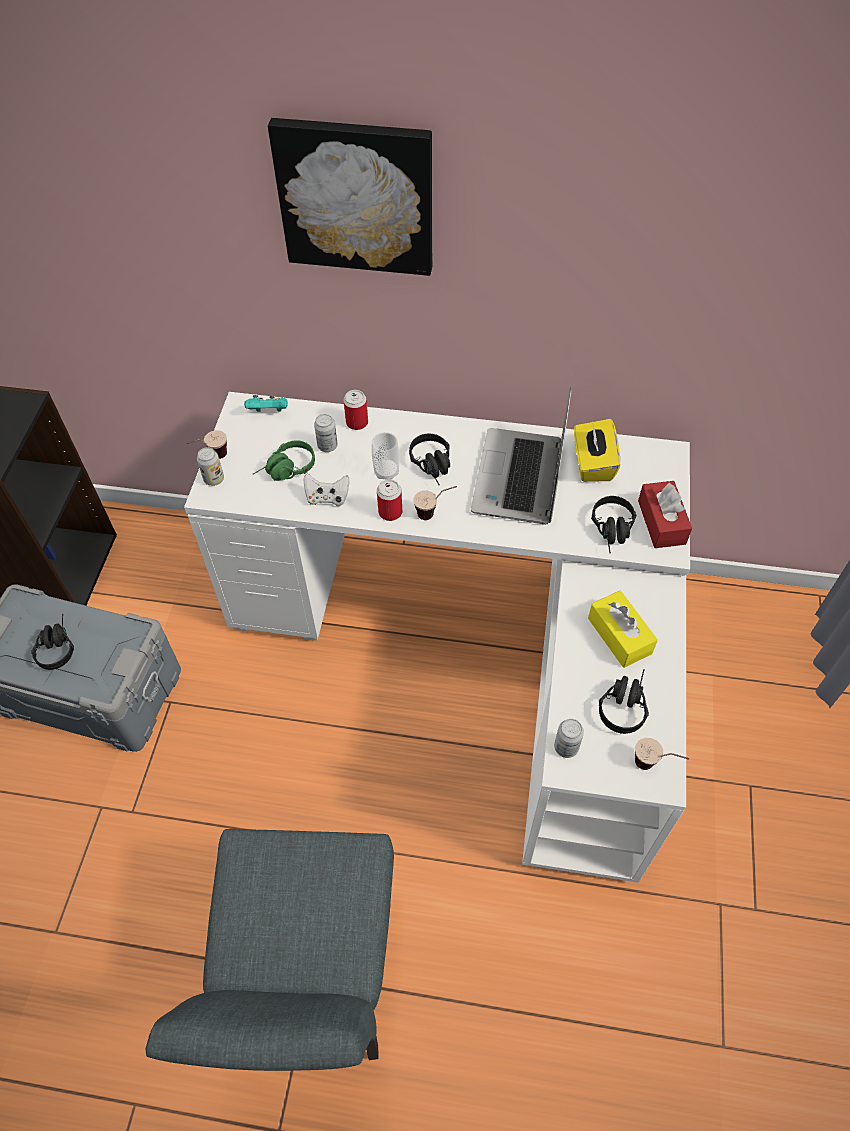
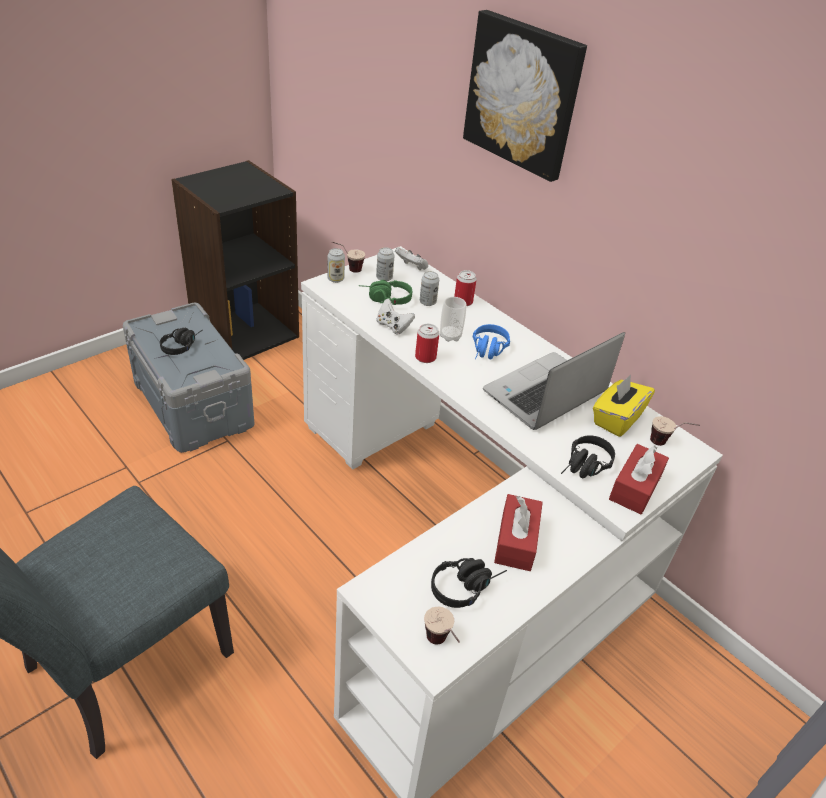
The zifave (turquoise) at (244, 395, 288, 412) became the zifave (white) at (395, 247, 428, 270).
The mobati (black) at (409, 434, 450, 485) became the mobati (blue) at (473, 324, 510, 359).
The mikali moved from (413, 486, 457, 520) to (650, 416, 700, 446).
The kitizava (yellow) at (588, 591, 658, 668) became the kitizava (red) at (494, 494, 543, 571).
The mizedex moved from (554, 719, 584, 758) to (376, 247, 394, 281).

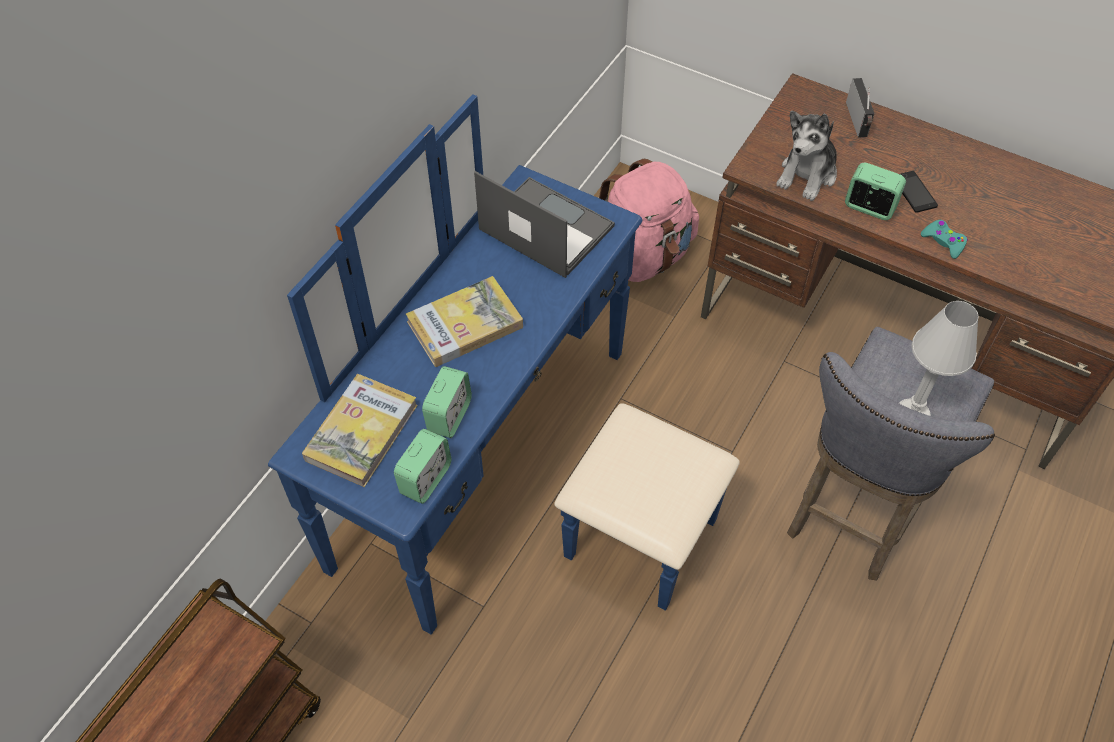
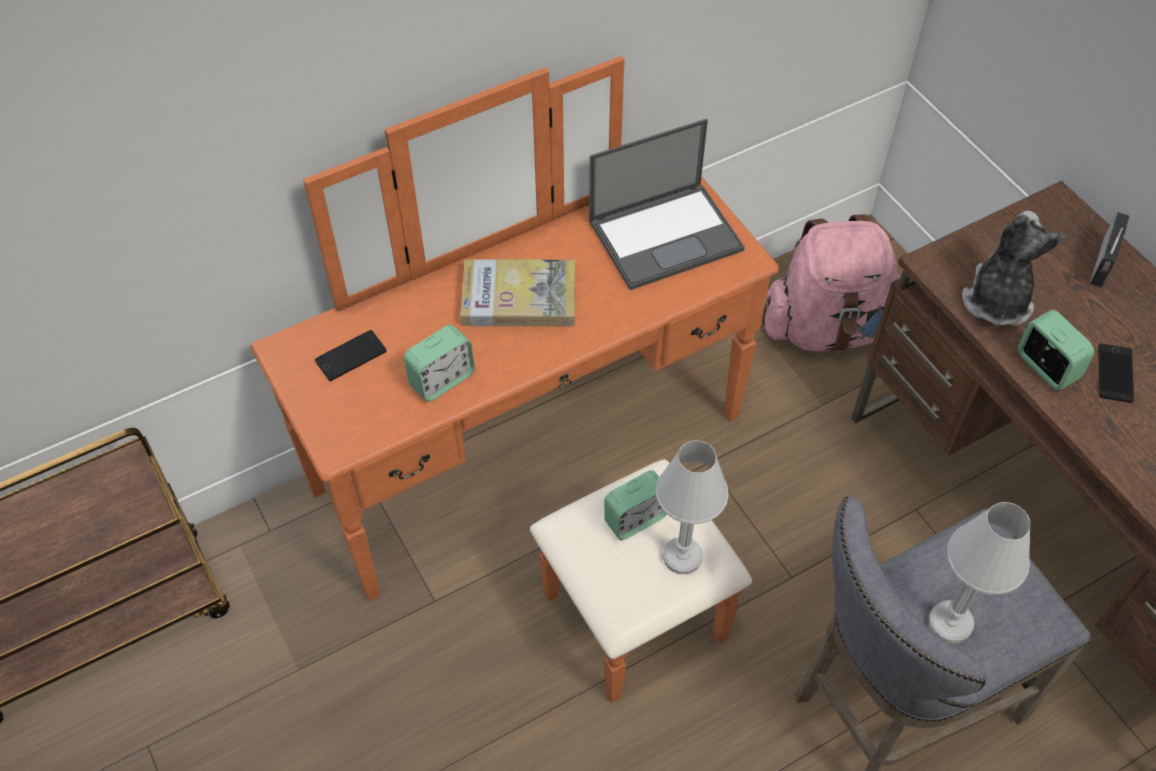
The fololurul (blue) at (268, 94, 740, 635) became the fololurul (orange) at (250, 56, 779, 703).
The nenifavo at (776, 111, 837, 201) turned 135 degrees clockwise.
The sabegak at (474, 171, 615, 278) turned 90 degrees clockwise.
The zifave (turquoise) at (921, 220, 968, 259) disappeared.
The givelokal at (302, 374, 418, 487) was replaced by the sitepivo at (315, 330, 387, 381).
The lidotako moved from (394, 429, 451, 504) to (604, 470, 667, 540).
The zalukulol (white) at (656, 440, 729, 574) appeared.

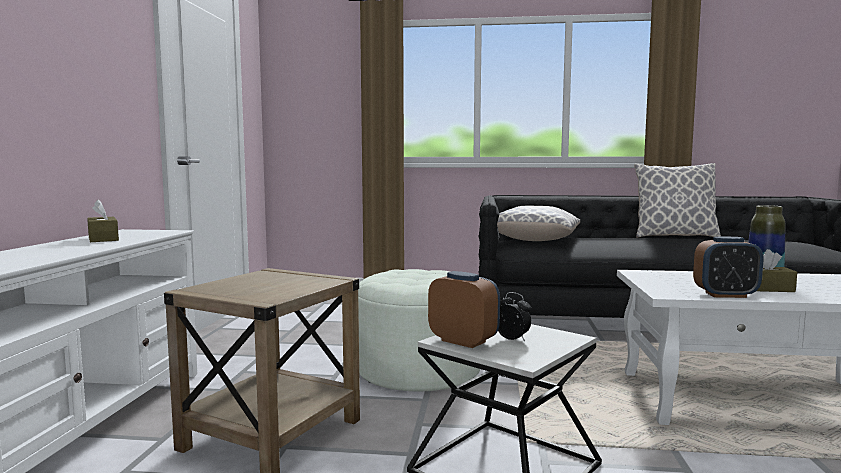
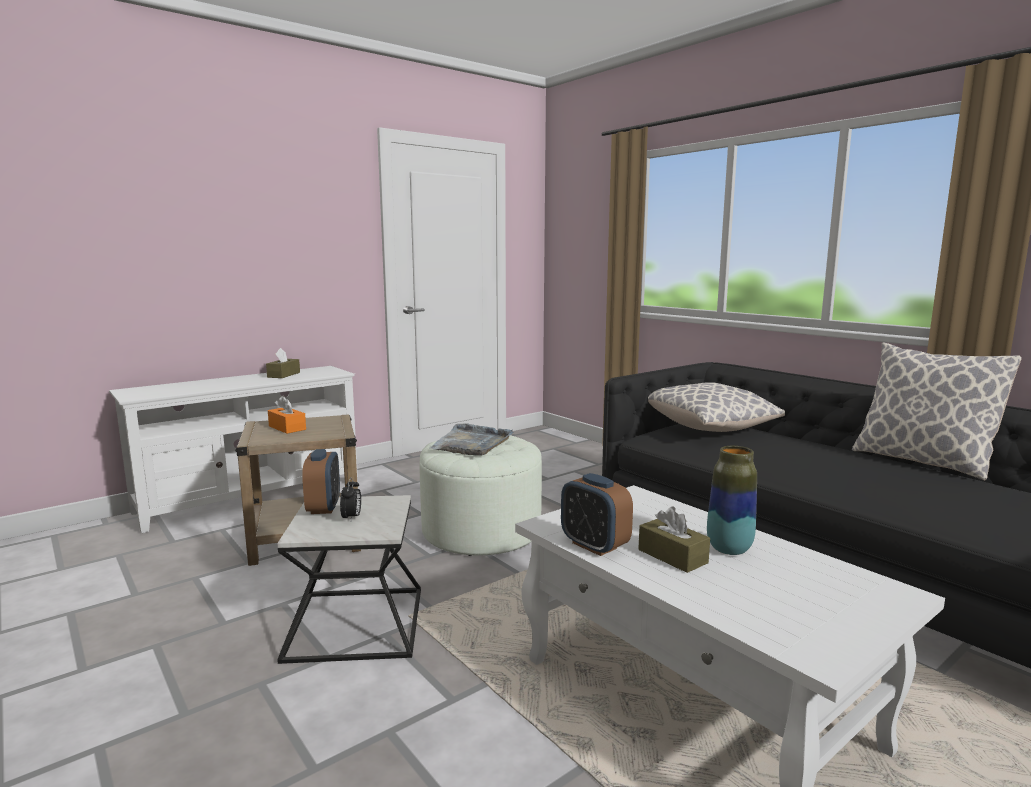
The kitizava (orange) at (268, 396, 306, 434) appeared.
The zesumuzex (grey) at (430, 423, 514, 456) appeared.

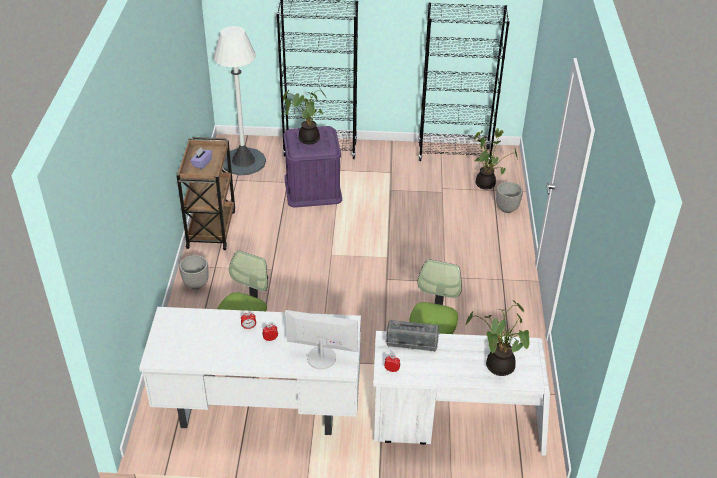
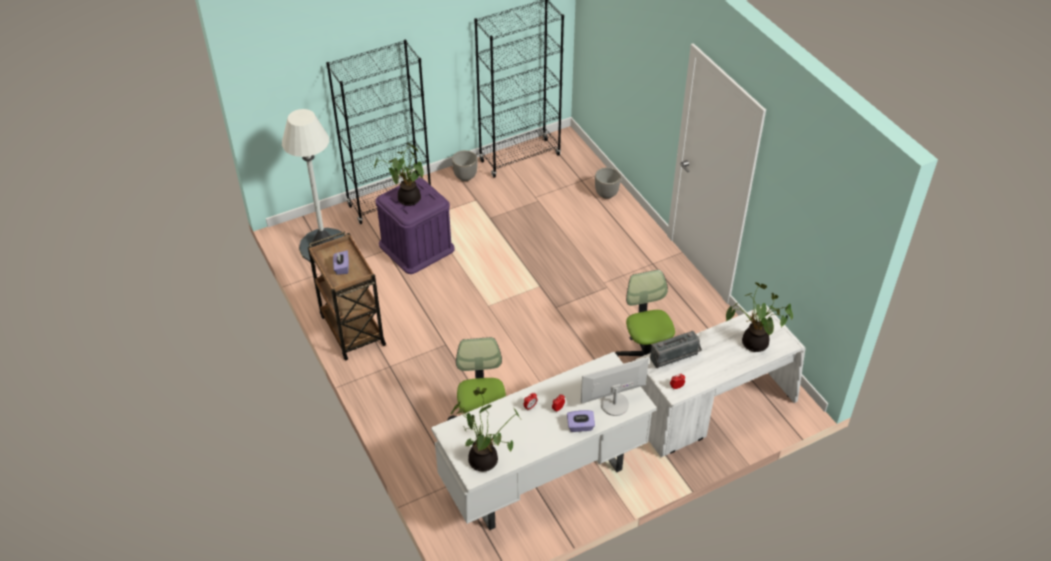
The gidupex moved from (474, 128, 518, 190) to (451, 387, 520, 472).
The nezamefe moved from (179, 255, 209, 290) to (452, 150, 478, 181).
The kitizava (purple) at (567, 410, 595, 432) appeared.

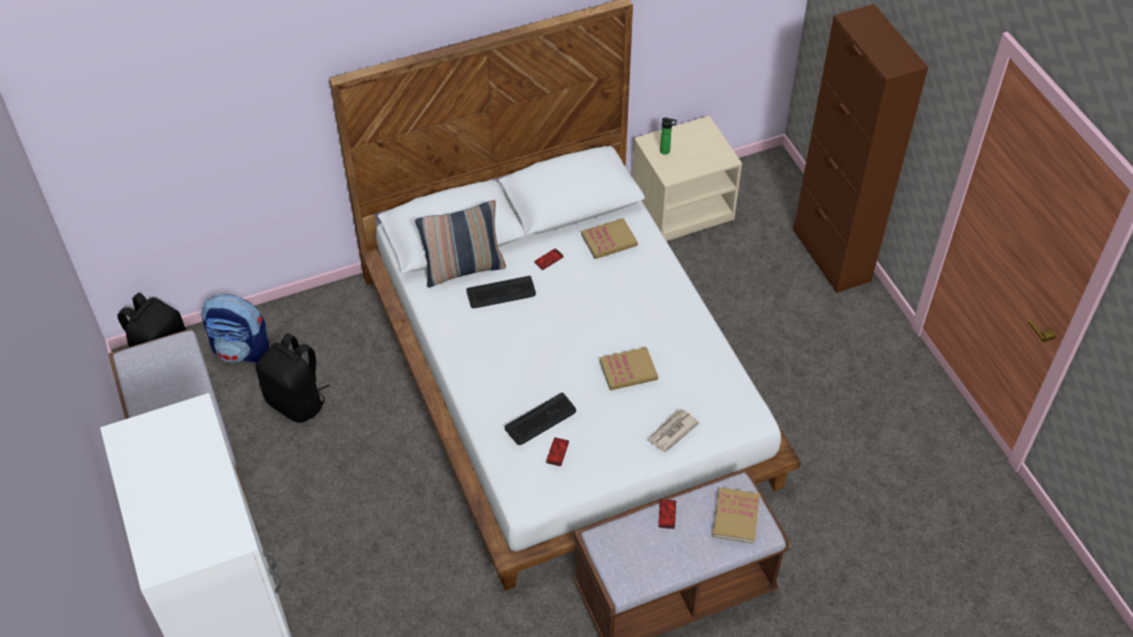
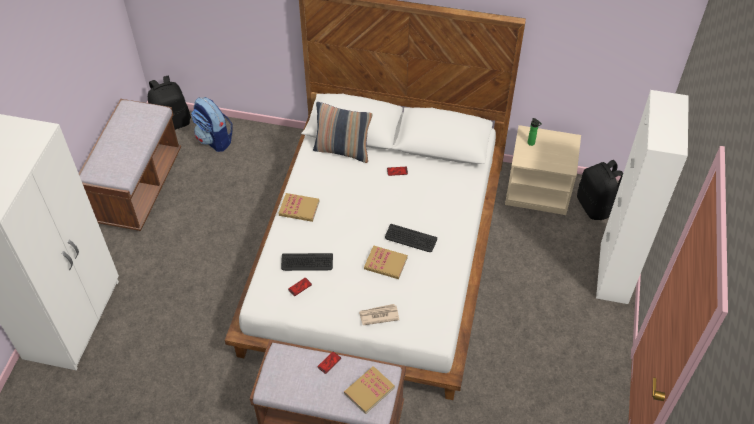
The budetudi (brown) at (793, 4, 928, 293) became the budetudi (white) at (596, 90, 689, 304).
The givelokal moved from (581, 218, 638, 259) to (279, 193, 320, 222).
The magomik moved from (466, 276, 536, 308) to (385, 224, 437, 252).
The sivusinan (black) moved from (255, 333, 330, 423) to (577, 160, 623, 220).

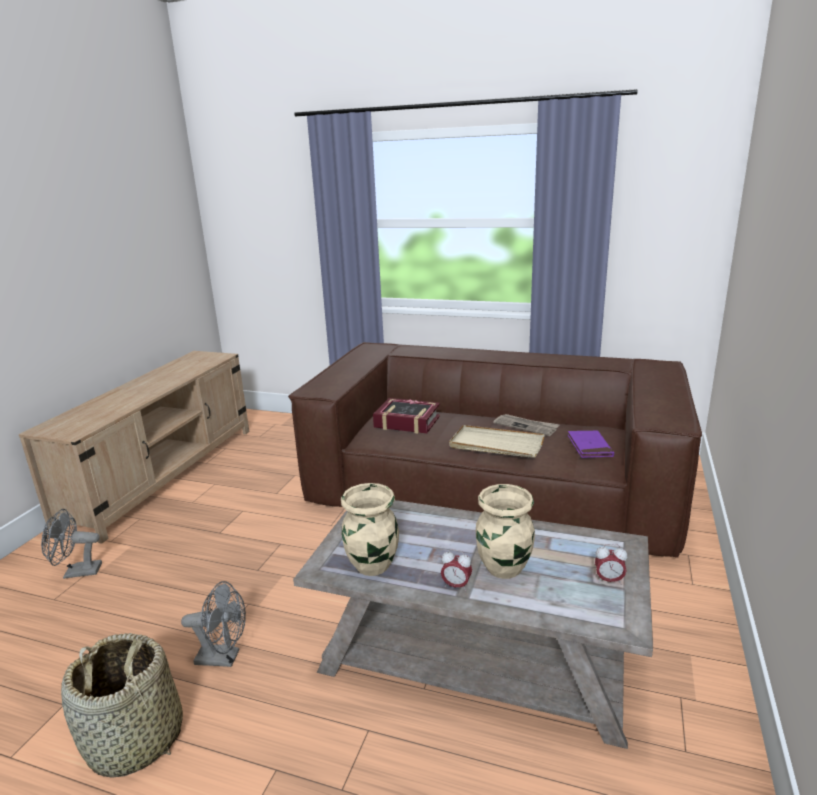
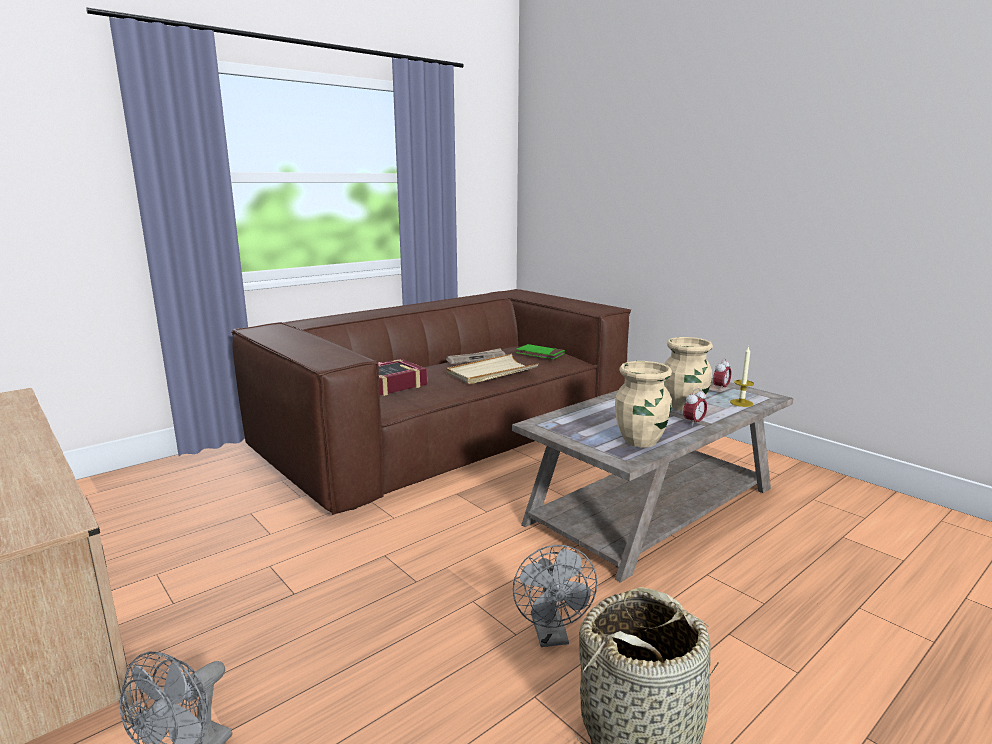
The givelokal (purple) at (568, 430, 614, 458) became the givelokal (green) at (516, 344, 565, 359).
The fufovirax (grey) at (181, 581, 246, 667) turned 135 degrees clockwise.
The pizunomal at (730, 346, 754, 407) appeared.

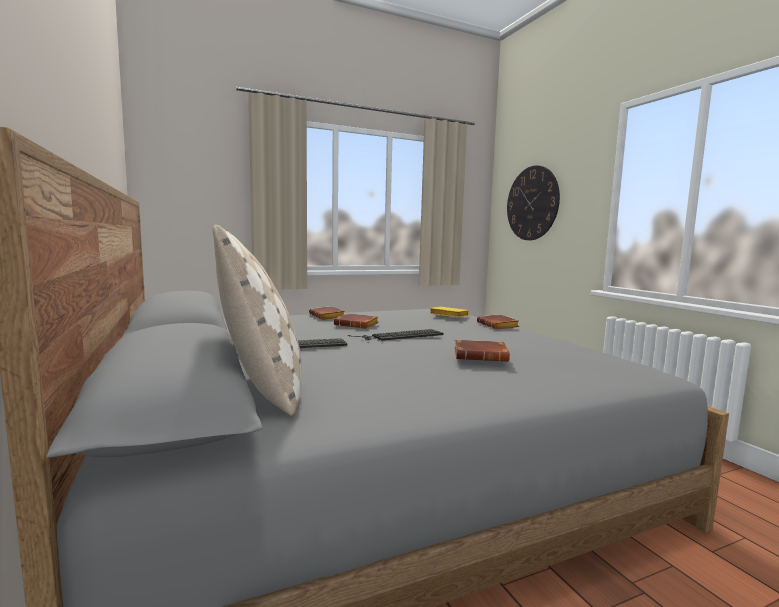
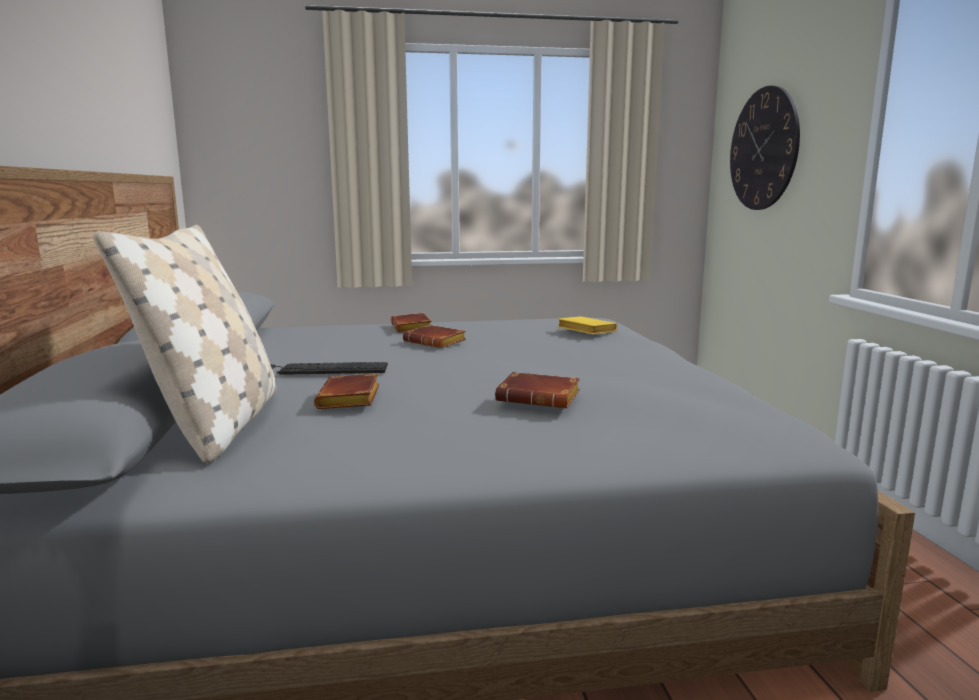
The givelokal (brown) moved from (477, 314, 519, 329) to (314, 373, 379, 409).
The magomik at (348, 329, 444, 341) disappeared.

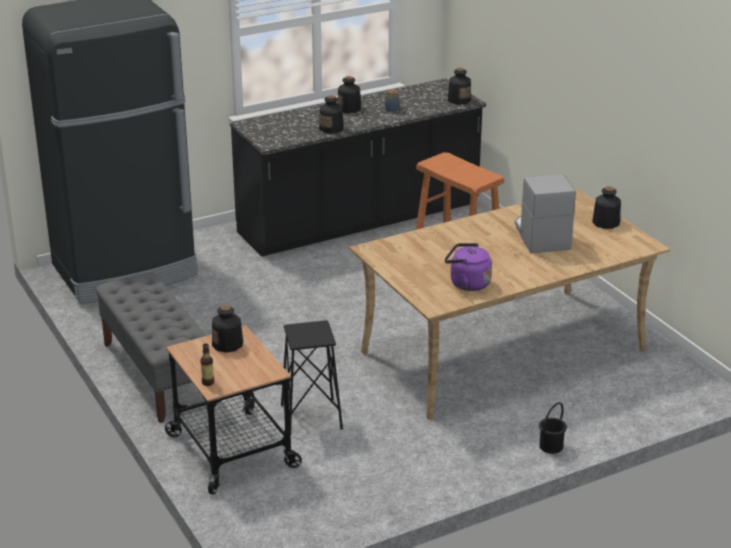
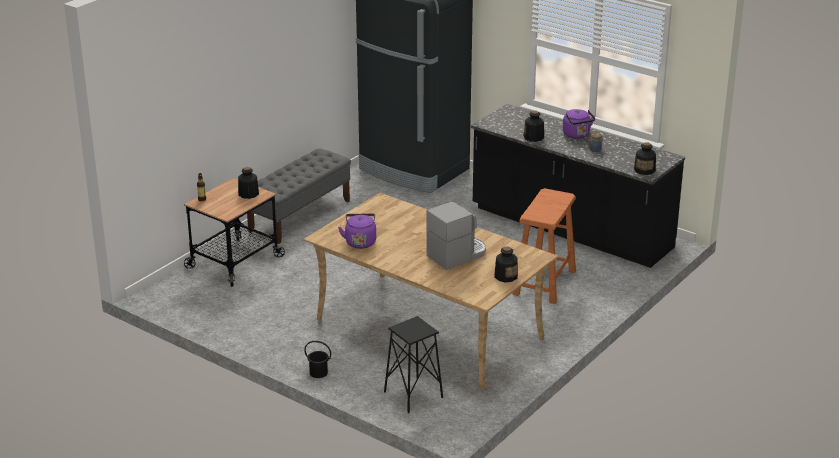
The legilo at (337, 76, 361, 113) was replaced by the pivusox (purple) at (563, 109, 595, 139).
The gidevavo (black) moved from (281, 320, 343, 435) to (384, 316, 443, 413).

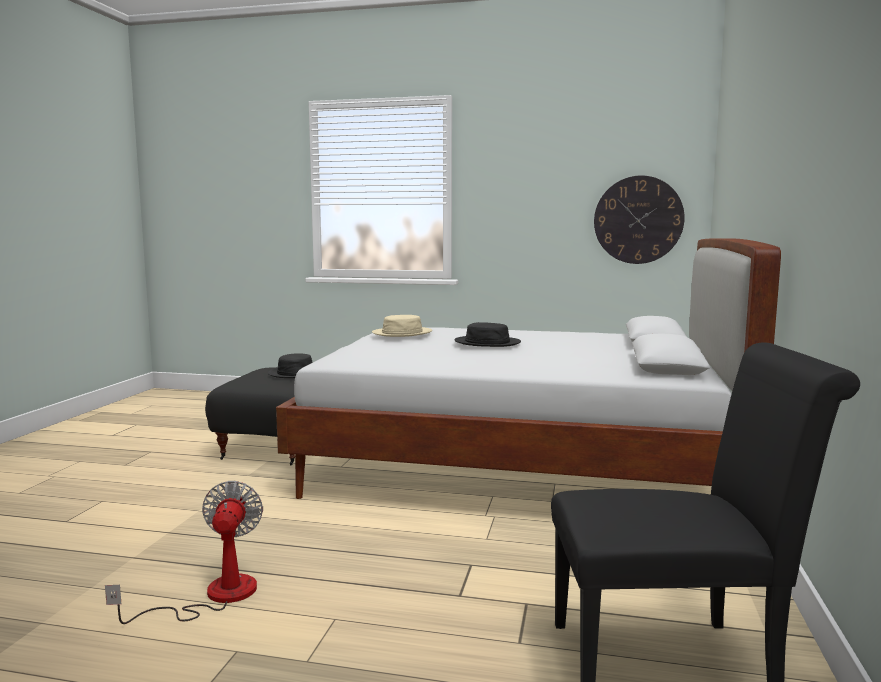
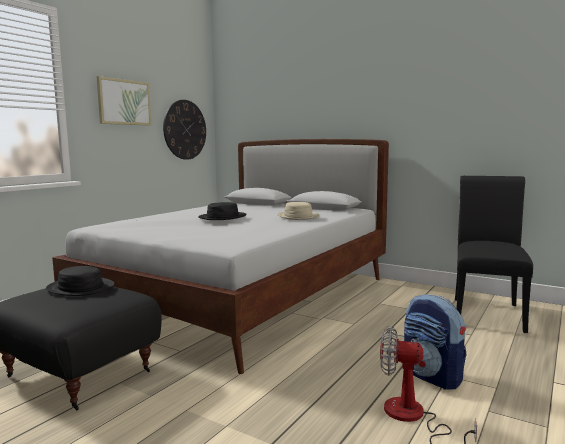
The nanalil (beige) moved from (372, 315, 432, 337) to (278, 202, 320, 220).
The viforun at (97, 76, 151, 126) appeared.
The sivusinan at (404, 294, 467, 390) appeared.

